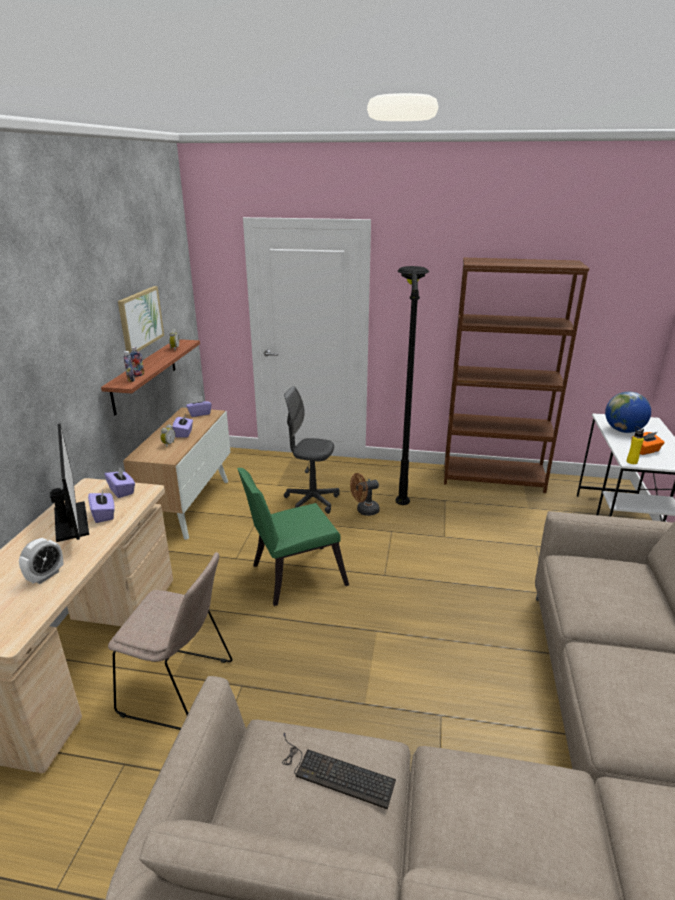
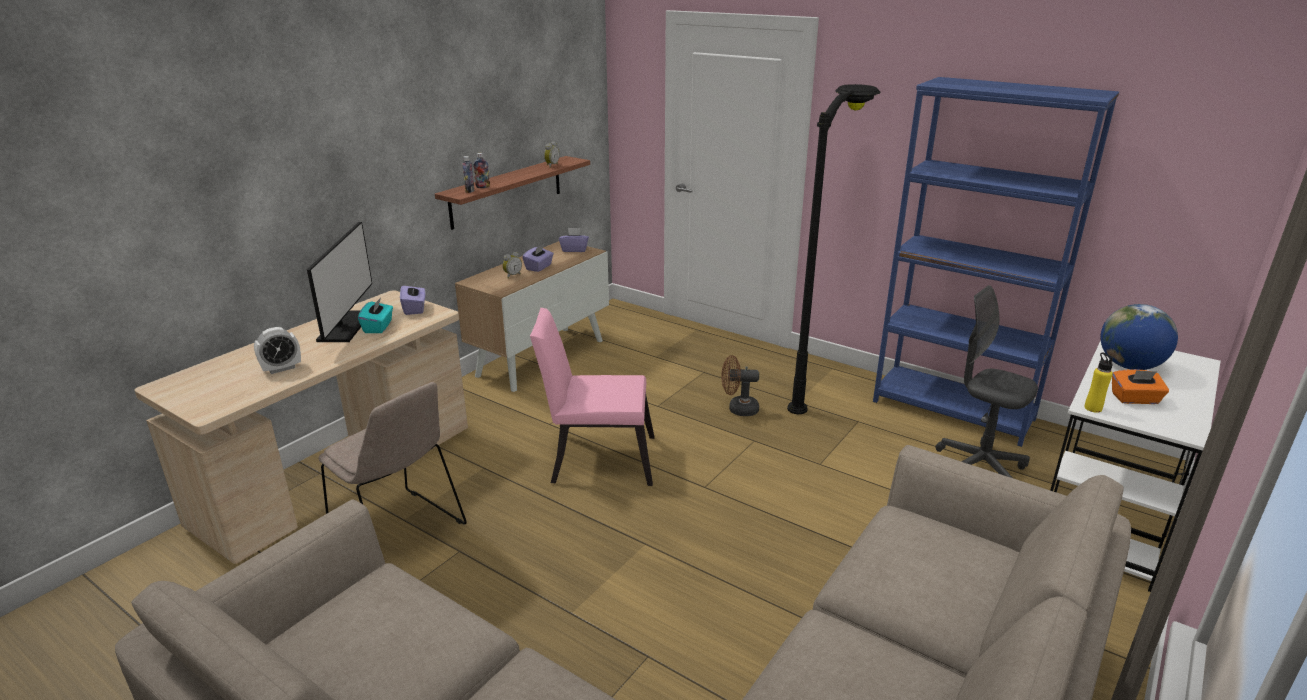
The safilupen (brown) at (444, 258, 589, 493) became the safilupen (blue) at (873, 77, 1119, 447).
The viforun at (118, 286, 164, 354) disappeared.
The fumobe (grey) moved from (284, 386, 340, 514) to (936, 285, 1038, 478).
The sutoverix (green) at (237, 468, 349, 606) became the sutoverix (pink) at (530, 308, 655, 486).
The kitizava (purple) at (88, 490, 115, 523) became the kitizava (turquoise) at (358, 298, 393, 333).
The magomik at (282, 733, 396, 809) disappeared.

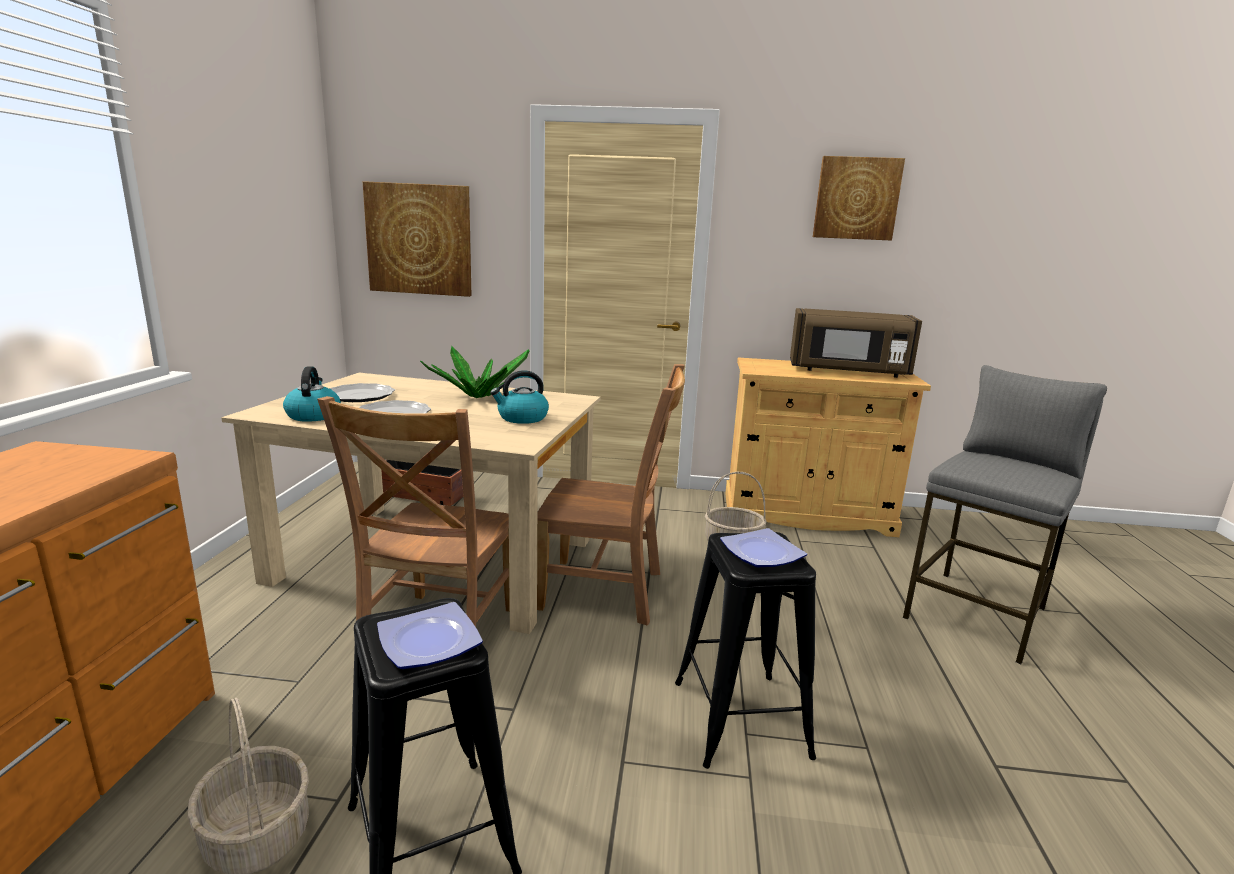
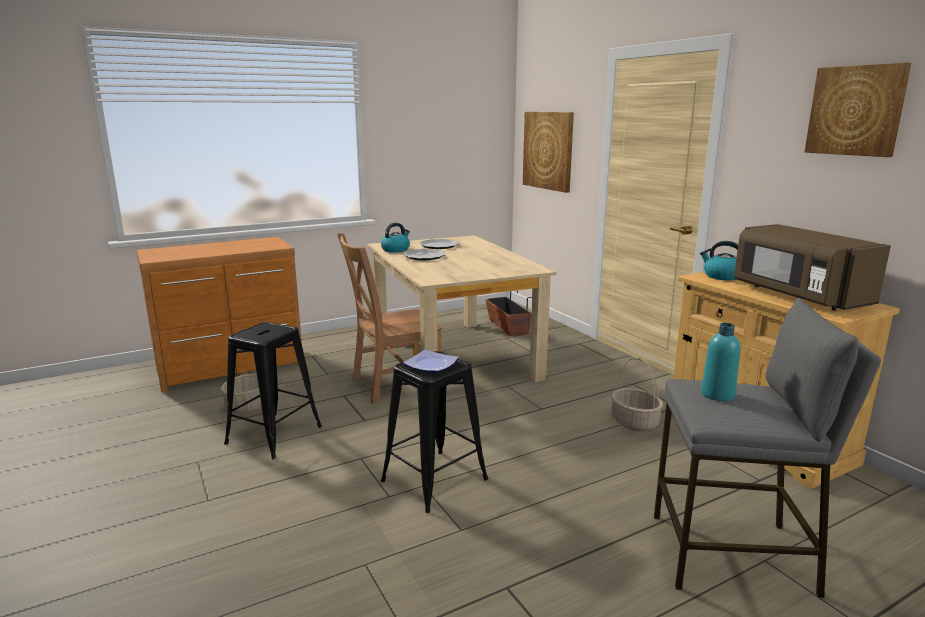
The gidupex at (420, 346, 529, 398) disappeared.
The sutoverix (brown) at (537, 364, 685, 625) disappeared.
The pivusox moved from (490, 370, 549, 424) to (700, 241, 738, 280).
The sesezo at (377, 602, 483, 669) disappeared.
The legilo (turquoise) at (701, 323, 740, 401) appeared.

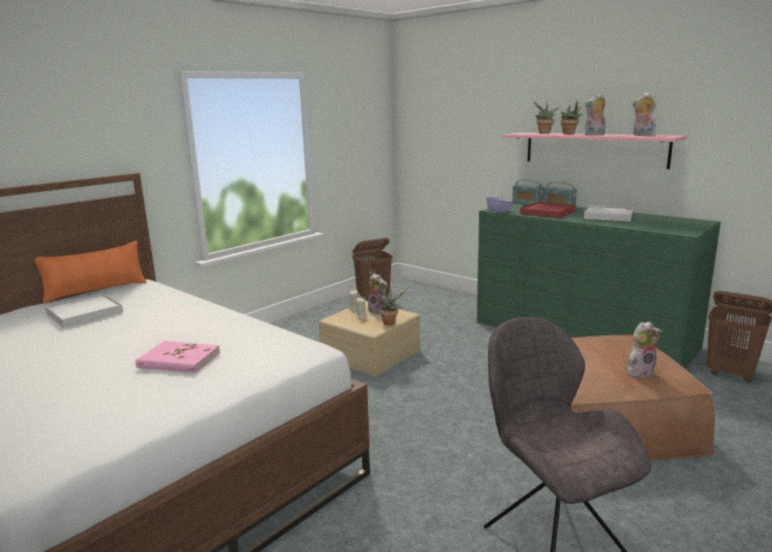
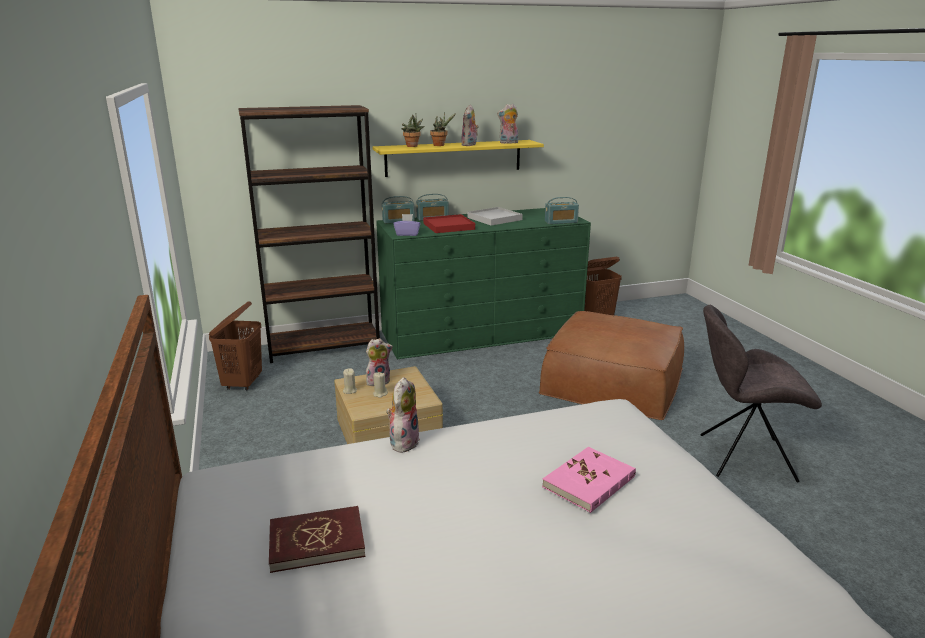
The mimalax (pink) at (503, 132, 687, 169) became the mimalax (yellow) at (372, 140, 544, 177).
The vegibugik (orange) at (34, 241, 147, 303) disappeared.
The gidupex at (379, 288, 409, 325) disappeared.
The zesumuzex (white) at (45, 293, 123, 328) was replaced by the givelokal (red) at (269, 506, 366, 573).
The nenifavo moved from (627, 322, 662, 378) to (386, 377, 420, 453).
The safilupen (brown) at (238, 105, 380, 363) appeared.
The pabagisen at (545, 197, 579, 224) appeared.

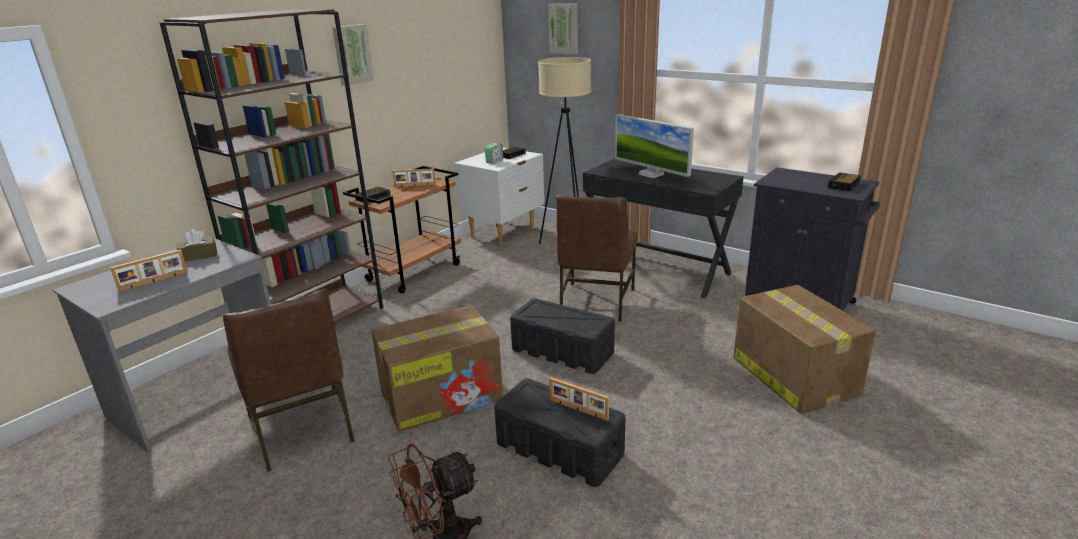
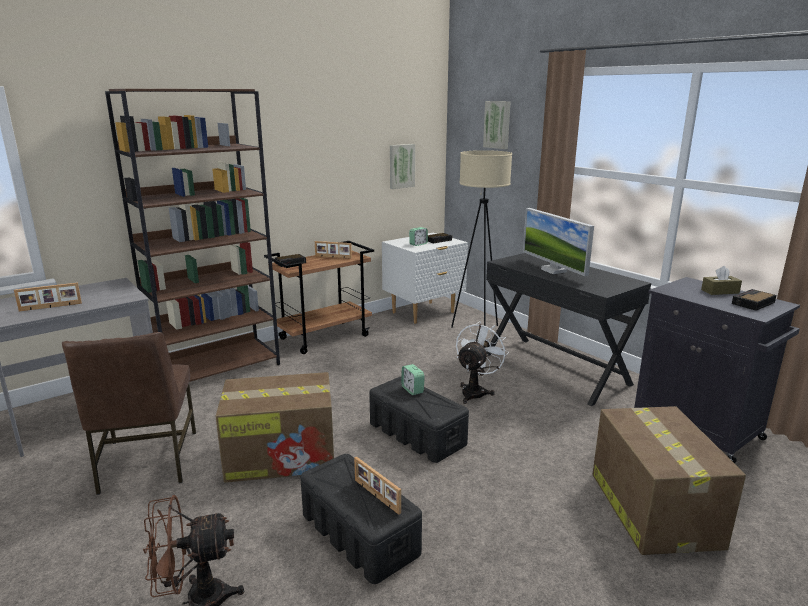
The viforun moved from (332, 24, 374, 86) to (390, 144, 415, 189).
The sutoverix (brown) at (556, 195, 638, 322) was replaced by the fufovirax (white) at (456, 321, 509, 404).
The kitizava (brown) moved from (177, 229, 217, 262) to (701, 266, 742, 295).
The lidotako at (401, 364, 425, 395) appeared.

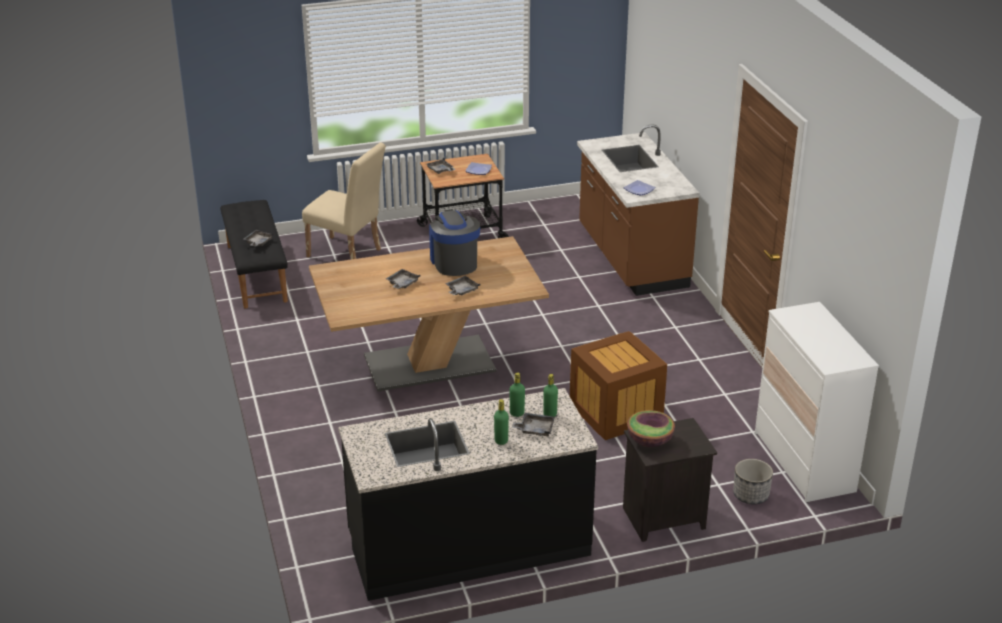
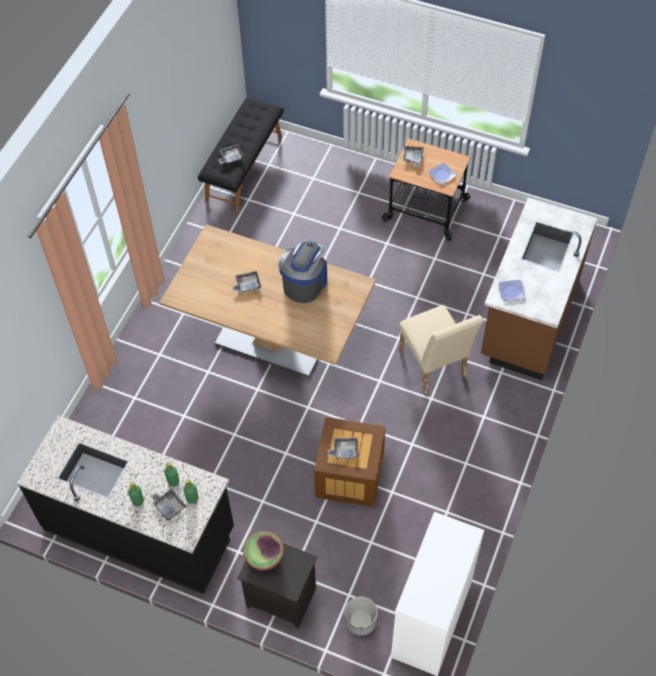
The sutoverix (beige) moved from (302, 142, 386, 259) to (399, 305, 483, 394).
The zesumuzex (grey) moved from (445, 276, 481, 296) to (328, 438, 358, 459).

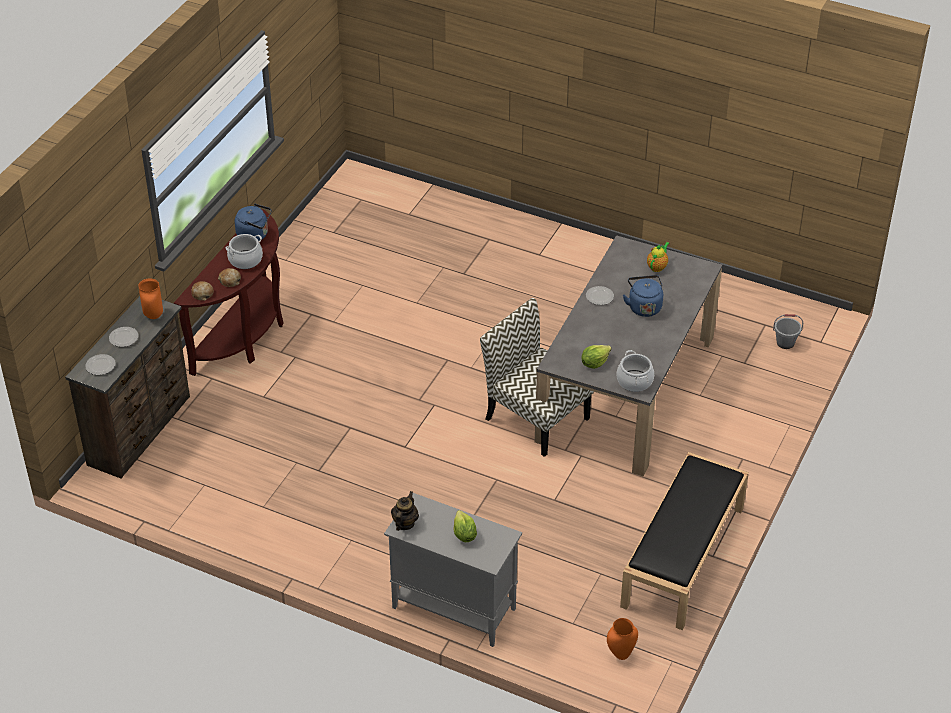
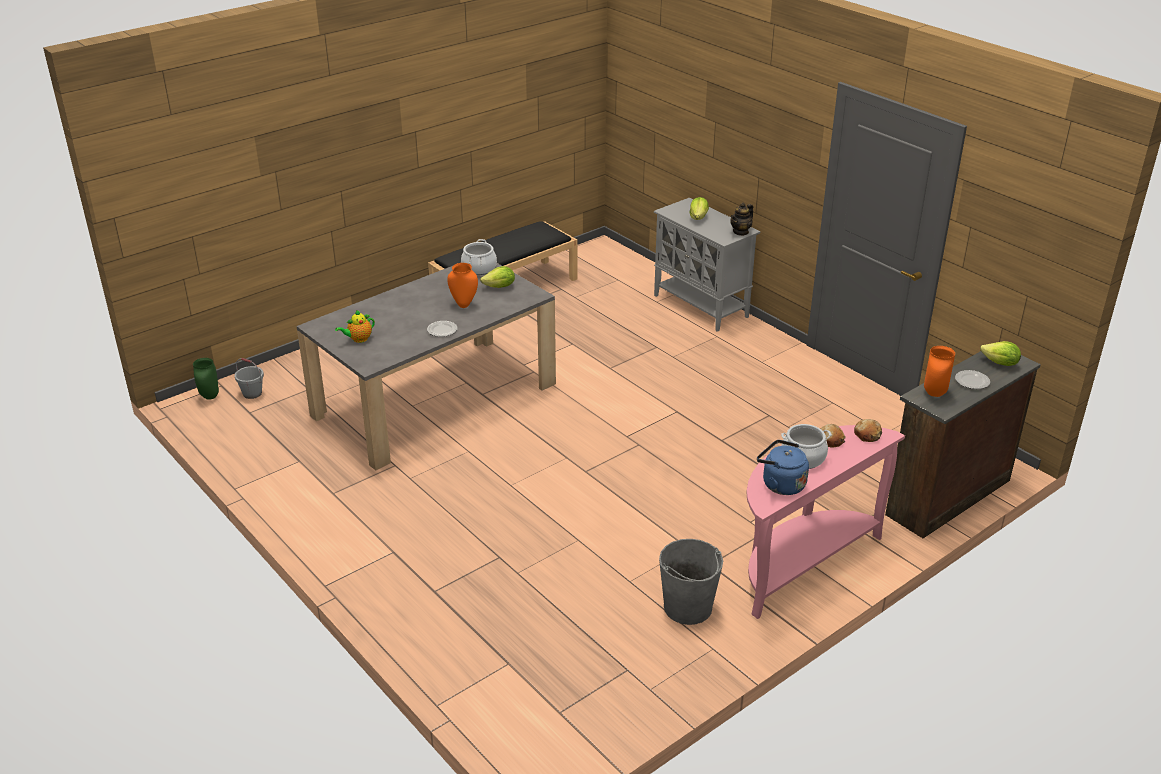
The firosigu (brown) at (174, 209, 284, 376) became the firosigu (pink) at (746, 425, 905, 619).
The pivusox (blue) at (623, 275, 663, 317) disappeared.
The sutoverix at (480, 298, 594, 457) disappeared.
The sesezo at (85, 354, 116, 375) was replaced by the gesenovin at (980, 341, 1021, 366).
The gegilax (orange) moved from (607, 618, 638, 660) to (448, 263, 478, 308).
The gegilax (green) at (193, 358, 219, 399) appeared.
The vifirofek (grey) at (659, 539, 723, 625) appeared.

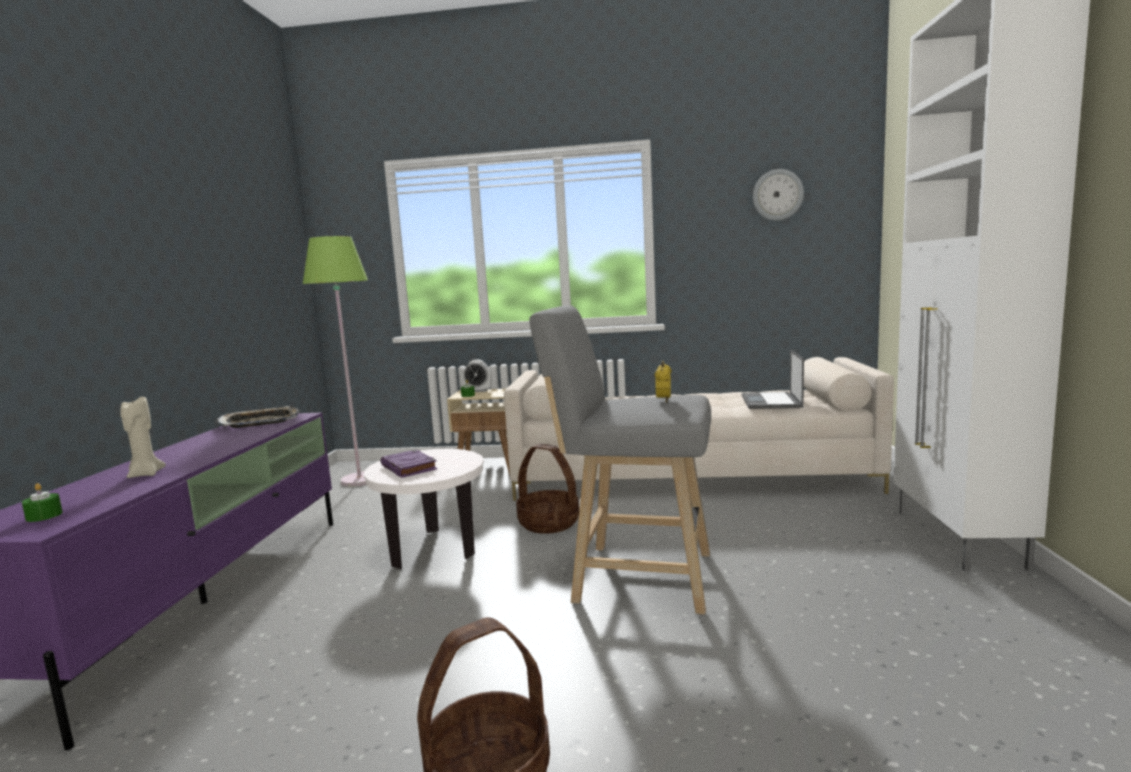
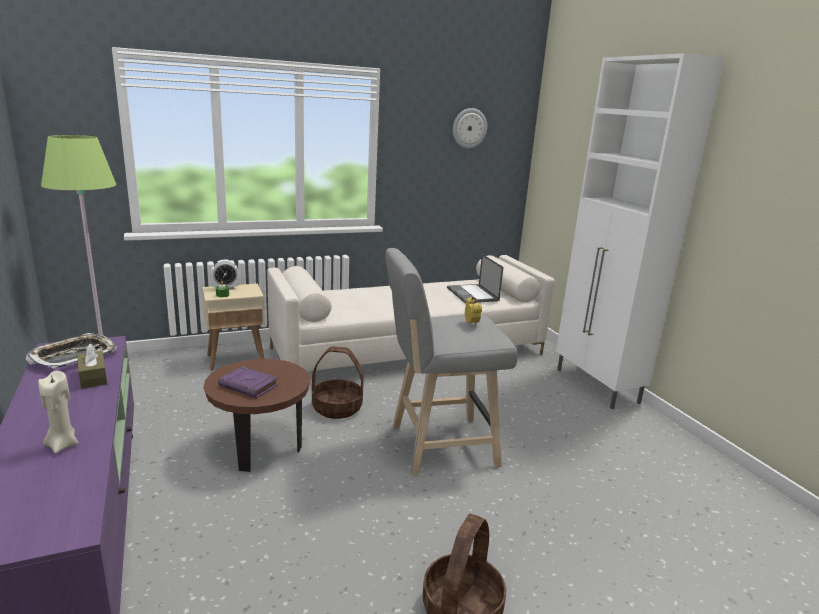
The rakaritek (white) at (364, 449, 484, 569) became the rakaritek (brown) at (203, 359, 310, 472).
The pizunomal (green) at (22, 483, 63, 522) disappeared.
The kitizava (brown) at (77, 344, 107, 389) appeared.

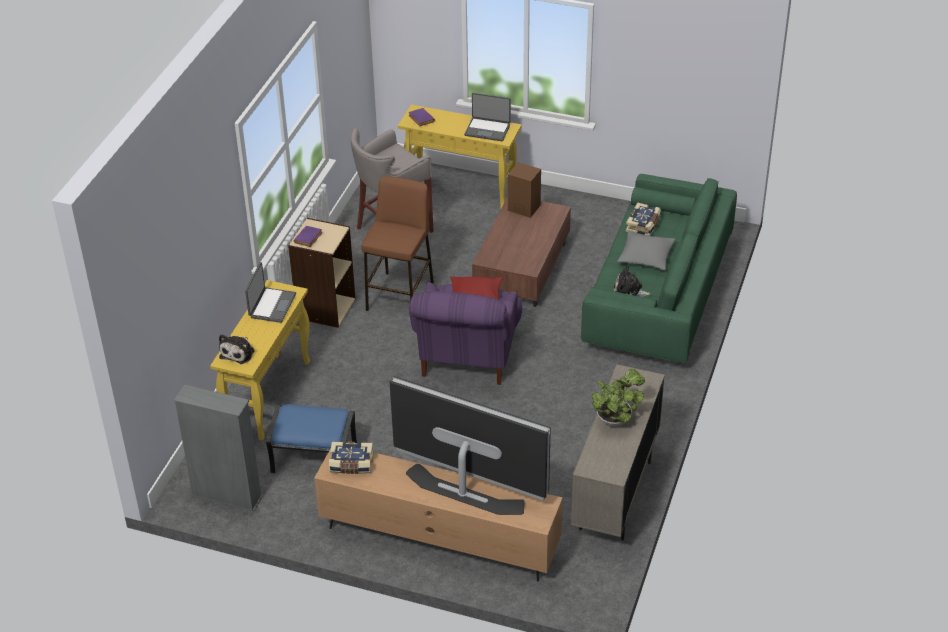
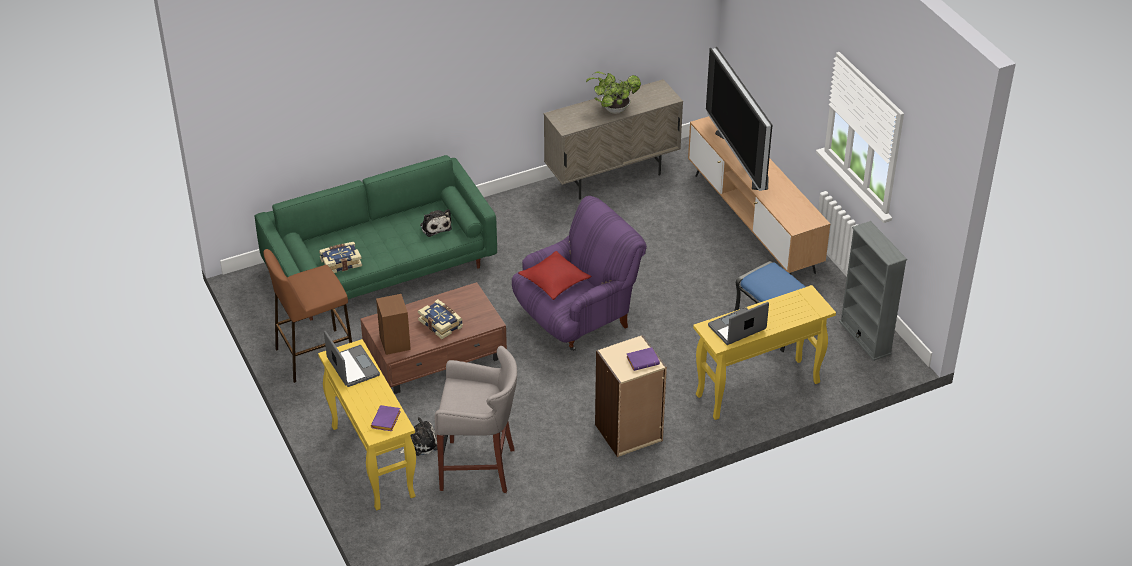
The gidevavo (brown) moved from (361, 176, 434, 311) to (263, 249, 352, 383).
The vegibugik (grey) at (617, 231, 675, 270) disappeared.
The nenifavo moved from (219, 334, 254, 364) to (400, 417, 438, 456).
The givelokal moved from (329, 442, 373, 474) to (418, 299, 463, 339).

